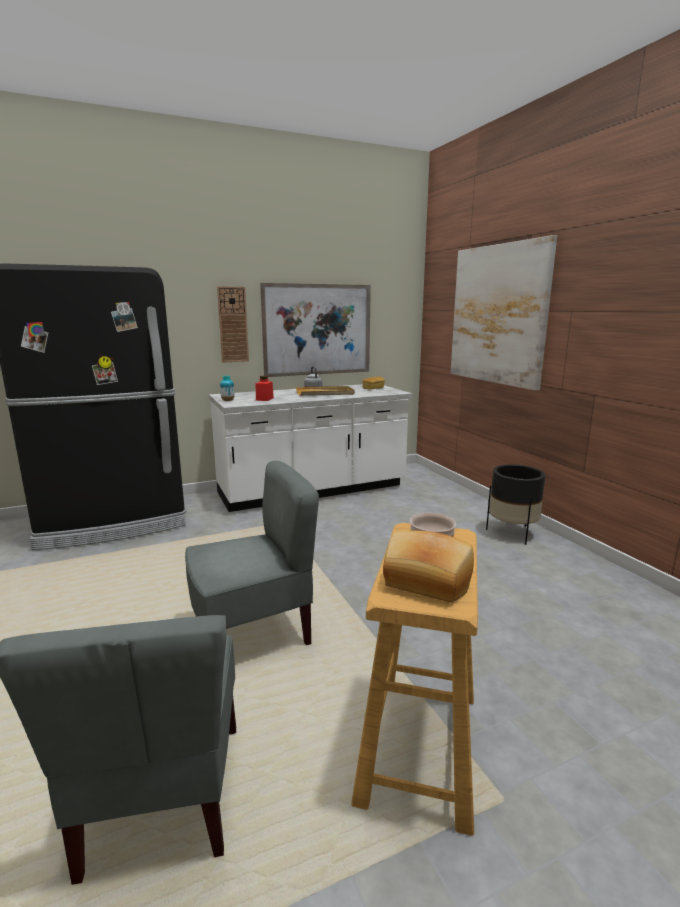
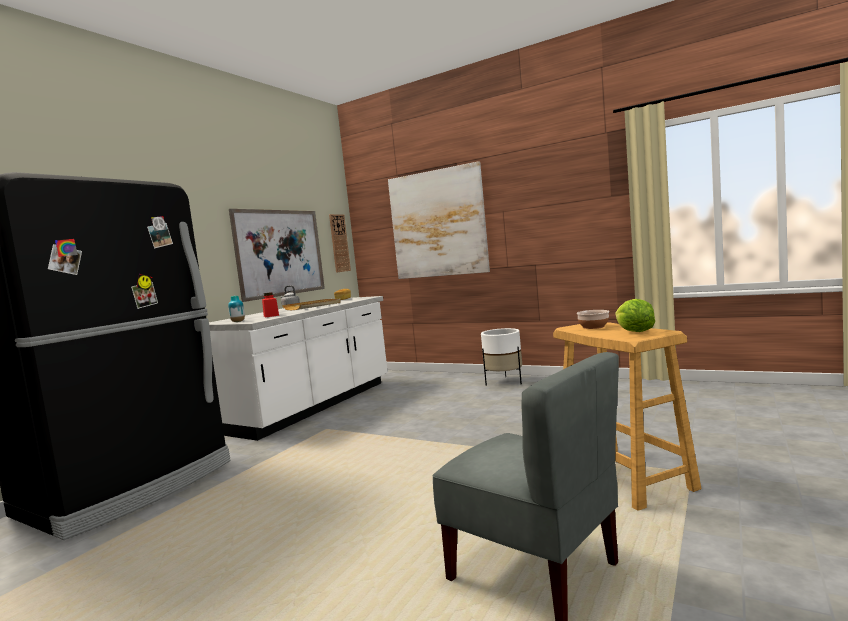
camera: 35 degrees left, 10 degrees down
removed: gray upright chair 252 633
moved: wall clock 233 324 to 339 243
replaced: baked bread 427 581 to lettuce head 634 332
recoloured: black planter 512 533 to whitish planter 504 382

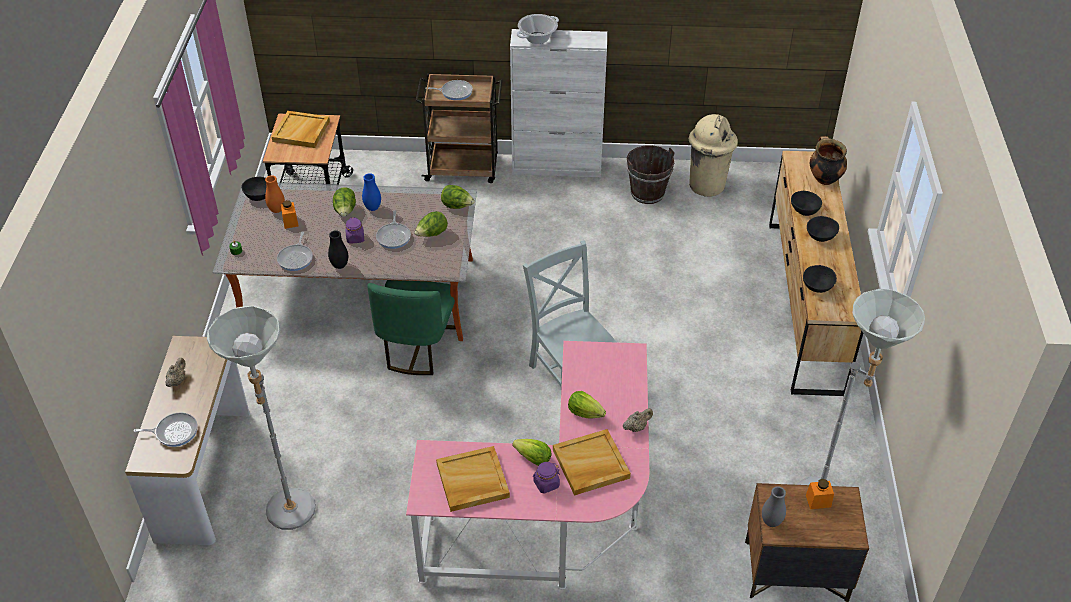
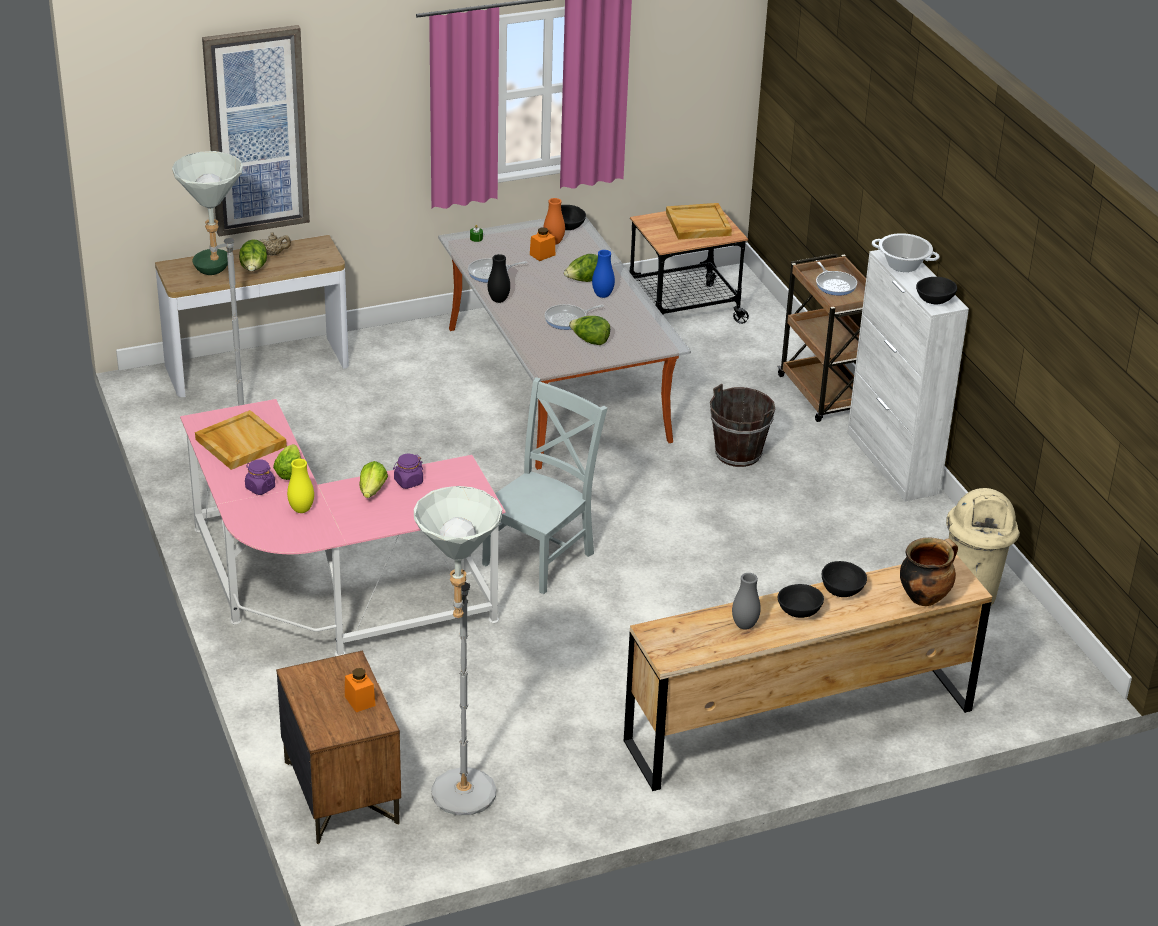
camera: 65 degrees right, 10 degrees down
removed: greenish upright chair 417 347; beige pot for tea 636 427
added: wall art 256 131
moved: brownish pail 647 193 to 738 454; lettuce head 457 206 to 254 269; purple-coloured preserve jar 355 238 to 408 482; black deep dish 817 286 to 935 300; gray vase 771 522 to 744 625
replaced: pan 174 432 to greenish deep dish 212 271; beige carrying tray 590 464 to yellow-coloured vase 301 510

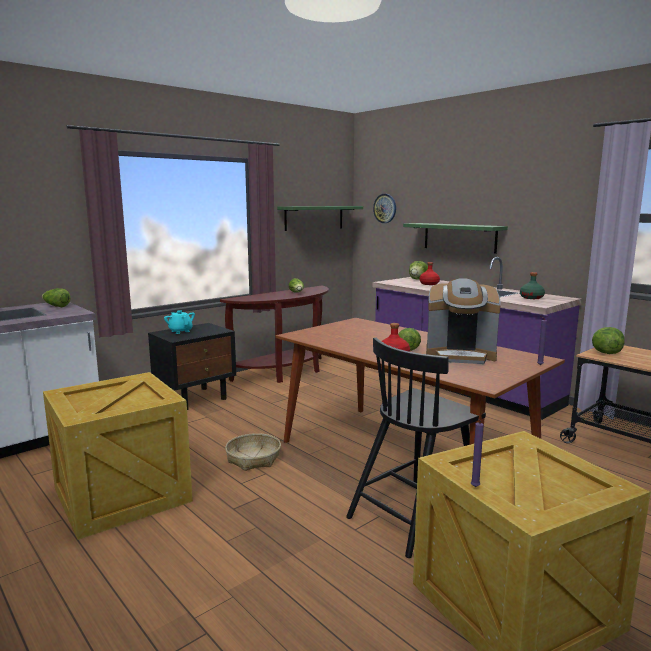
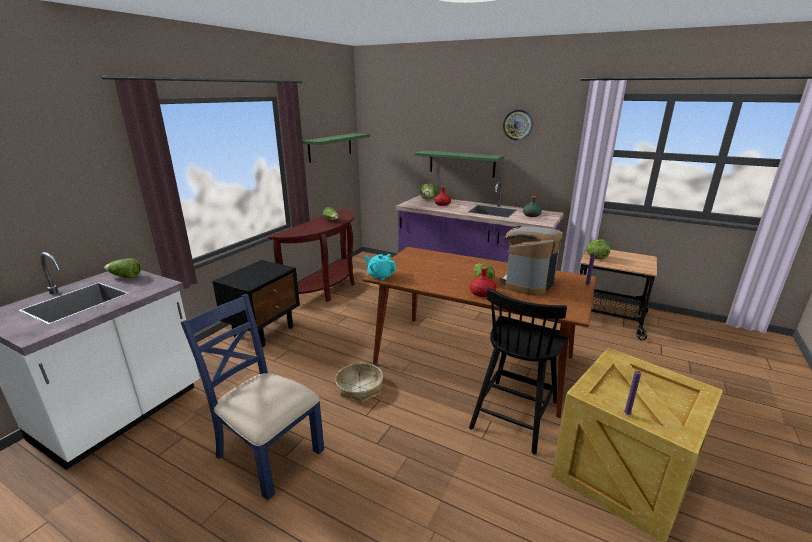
camera: 20 degrees left, 10 degrees up
moved: wall clock 385 208 to 517 125; blue-green pot for tea 180 331 to 380 276
replaced: crate 123 493 to bluish upright chair 268 453
turned: coffee brewer 460 355 = 526 283 135 degrees clockwise

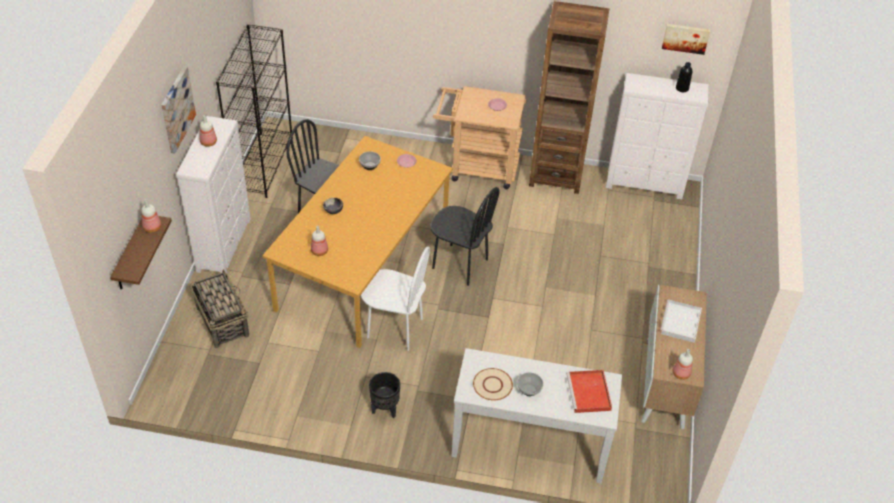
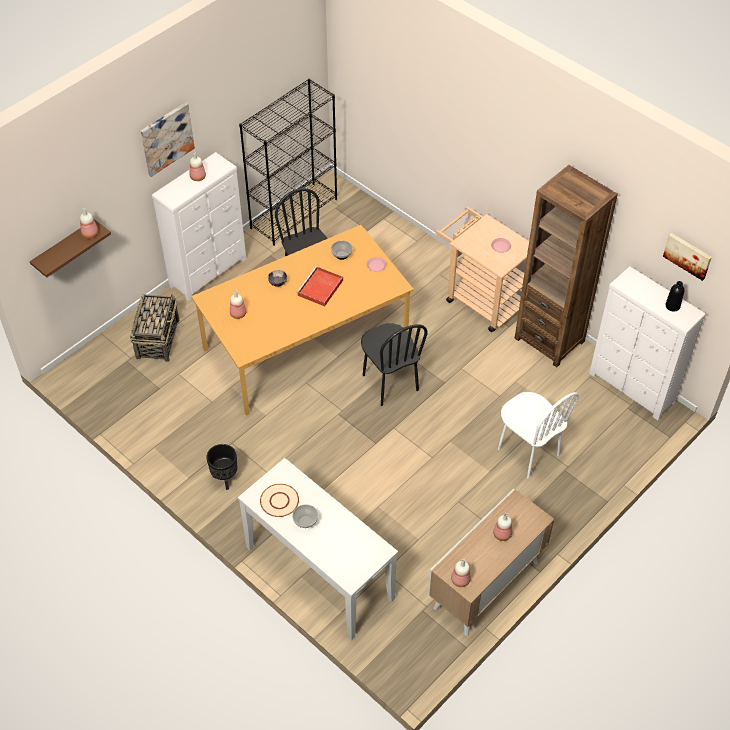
camera: 35 degrees right, 5 degrees up
moved: whitish upright chair 394 328 to 528 452; red carrying tray 589 393 to 320 288
replaced: whitish carrying tray 680 323 to bottle 502 535

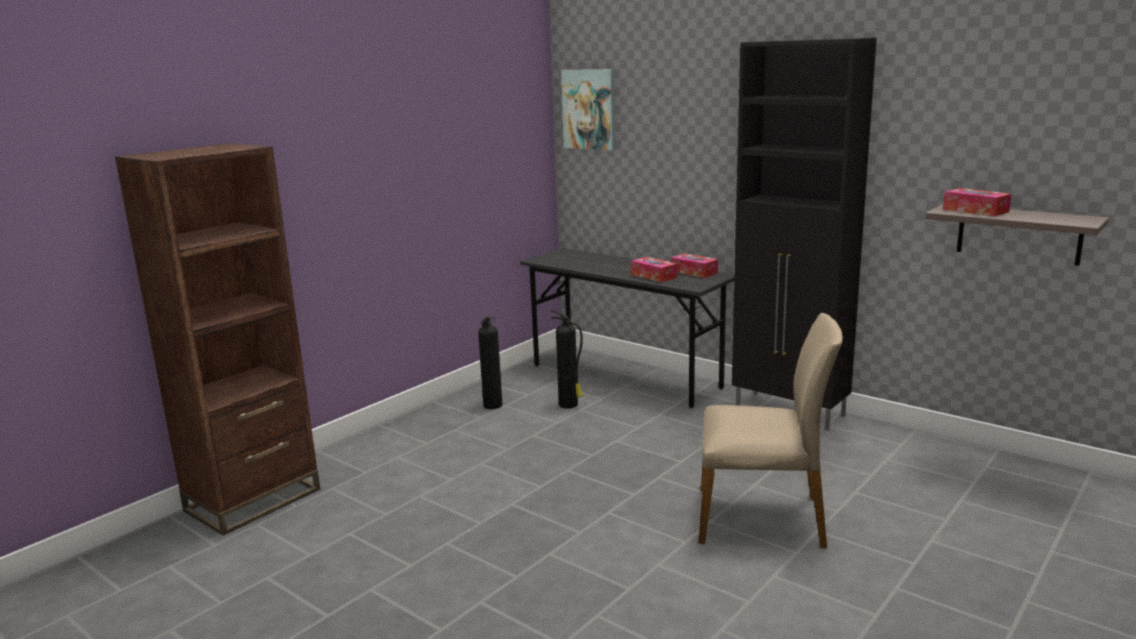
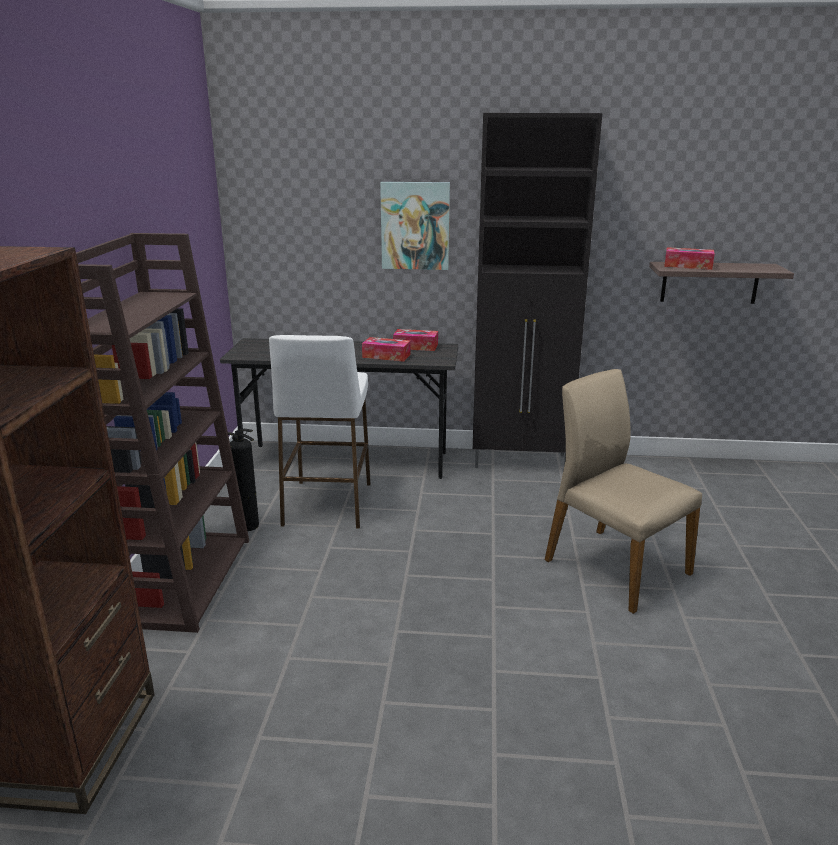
camera: 35 degrees left, 5 degrees up
added: brownish bookcase 184 579
moved: wall art 589 109 to 415 226
replaced: fire extinguisher 569 405 to whitish sitting stool 327 504
turned: beige upright chair 762 518 = 614 566 105 degrees counterclockwise

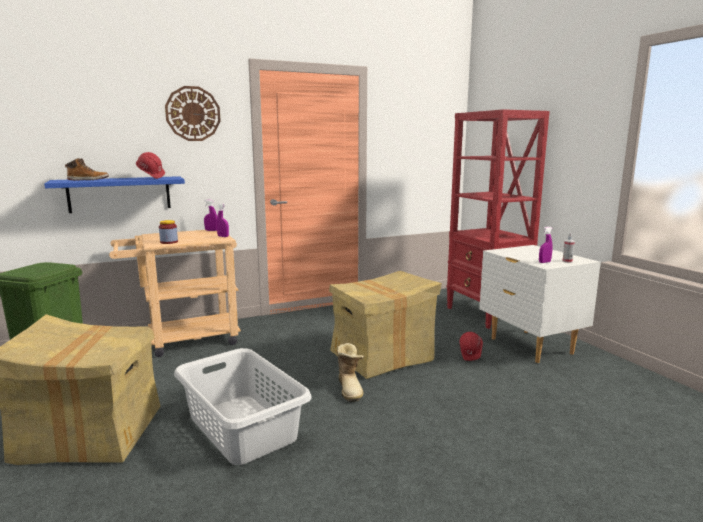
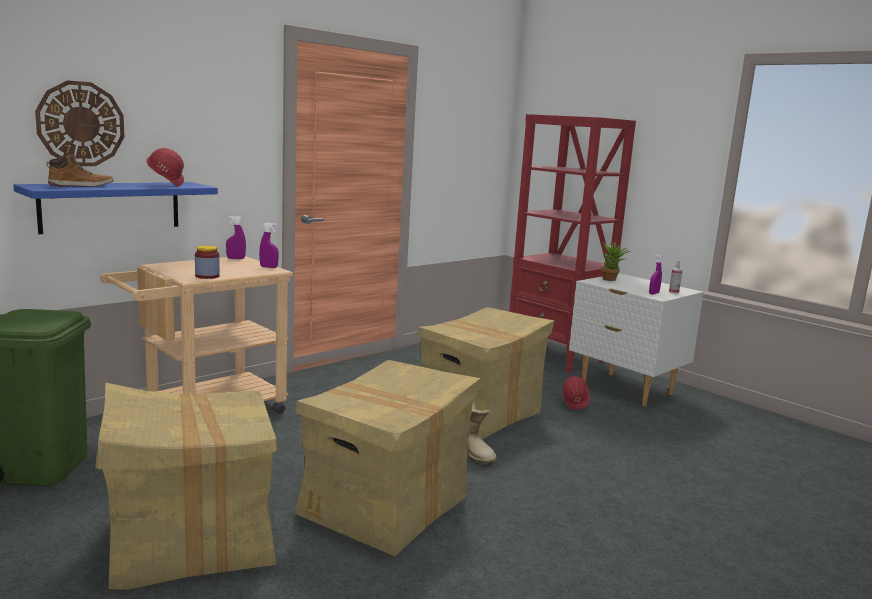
camera: 20 degrees left, 0 degrees up
added: houseplant 611 280
moved: wall clock 193 113 to 81 124
replaced: gray laundry basket 242 426 to packing box 385 507

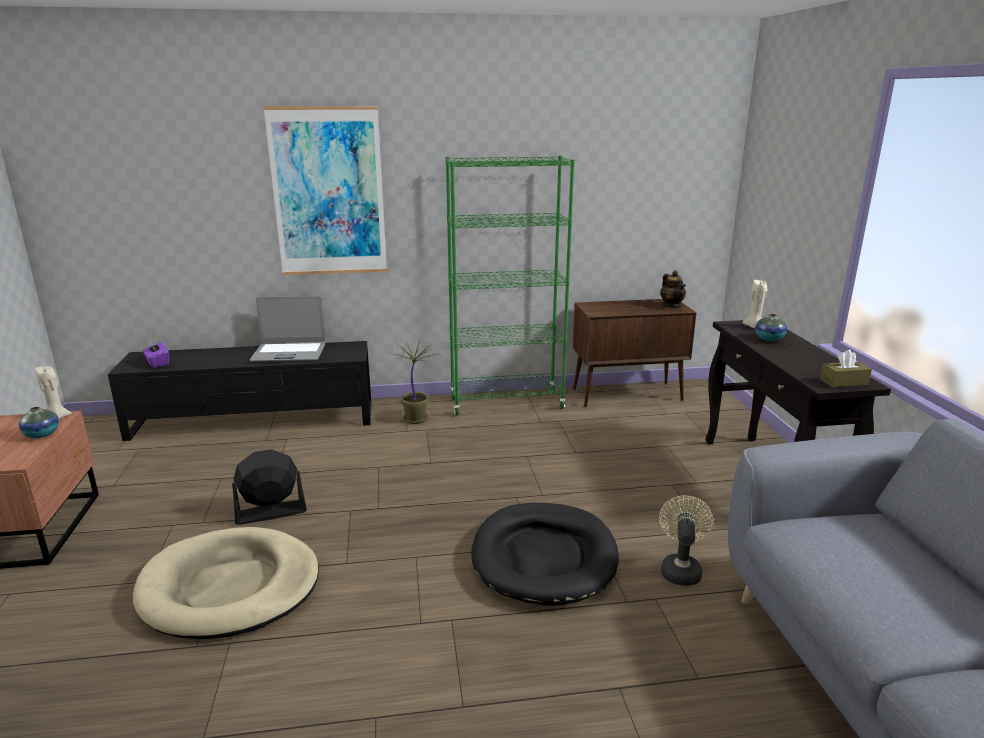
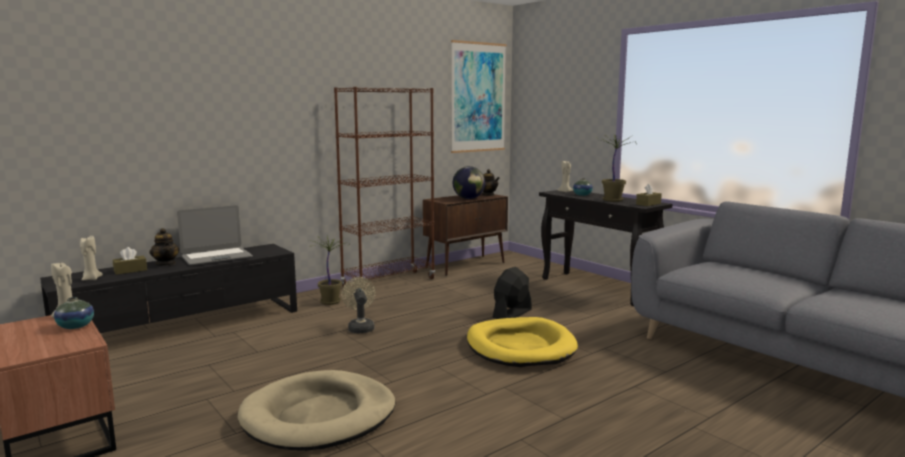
camera: 30 degrees left, 10 degrees down
added: houseplant 613 200; globe 469 198; pot for tea 166 264; brownish tissue box 130 270
moved: wall art 328 192 to 478 97; black electric fan 270 512 to 512 314; beige electric fan 680 569 to 360 327
replaced: purple-coloured tissue box 157 363 to beige candle 91 279
recoloured: greenish bookcase 506 403 to brownish bookcase 389 282; black dog bed 544 557 to yellow-coloured dog bed 520 347

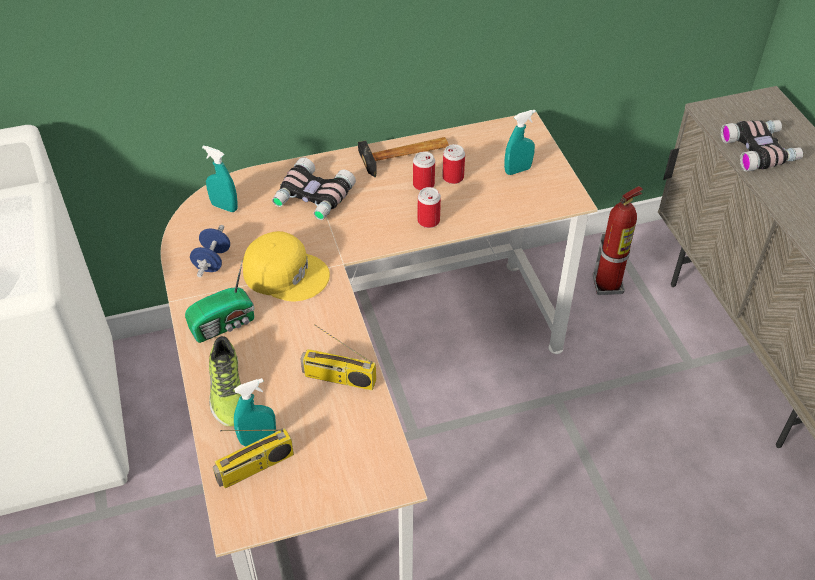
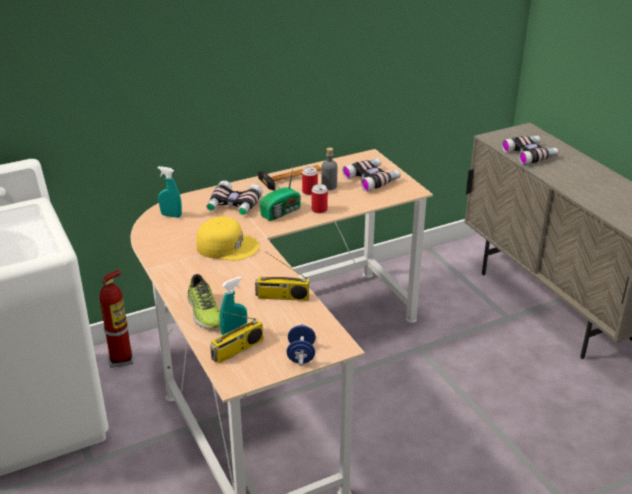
camera: 10 degrees left, 15 degrees down
moved: fire extinguisher 608 285 to 122 359; bluish hand weight 212 261 to 301 355; radio set 225 324 to 282 212
replaced: blue-green hand sprayer 517 170 to field glasses 372 179; sealed can 453 177 to gray bottle 329 186

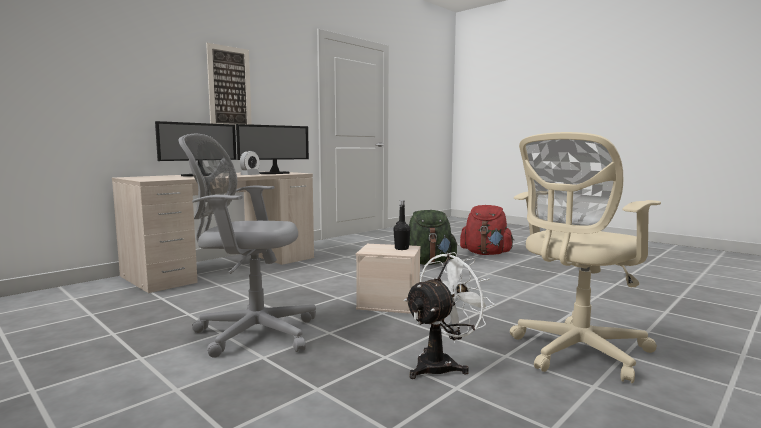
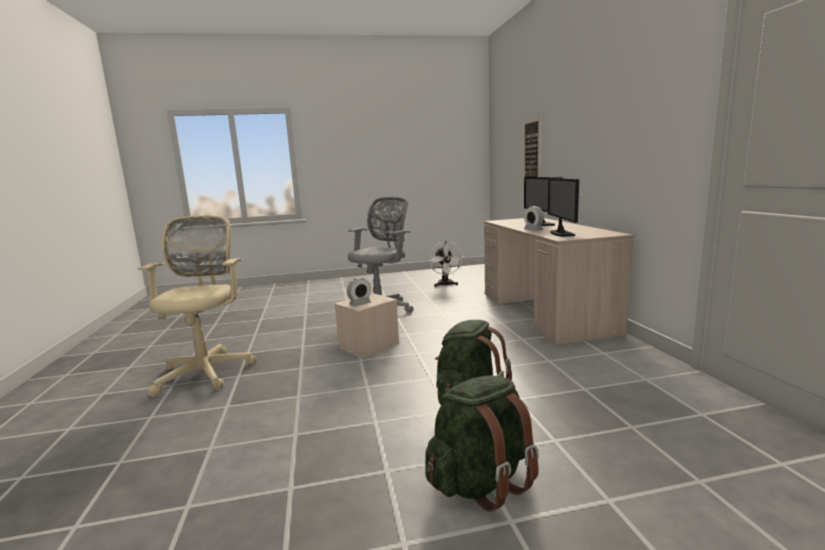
camera: 125 degrees right, 5 degrees up
moved: wall art 229 88 to 531 153; whitish electric fan 442 364 to 446 285
replaced: black bottle 401 248 to table clock 360 304
recoloured: red rucksack 486 254 to greenish rucksack 481 482

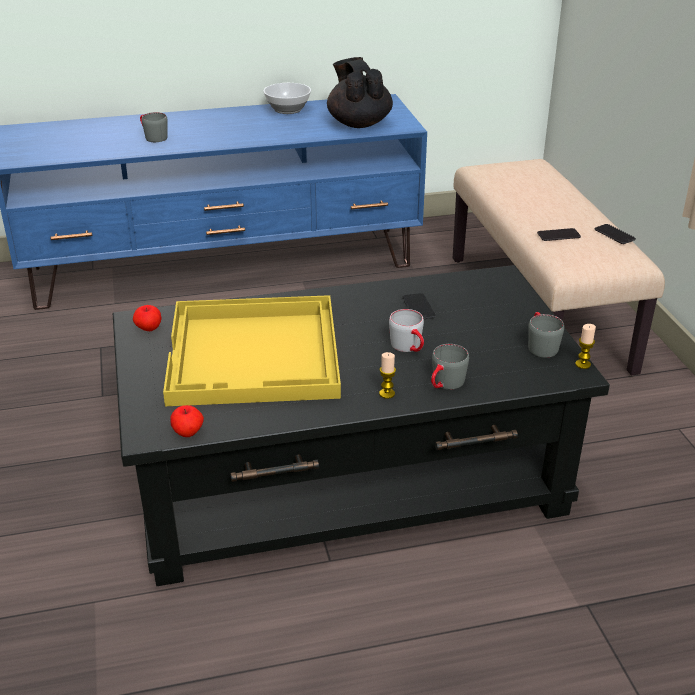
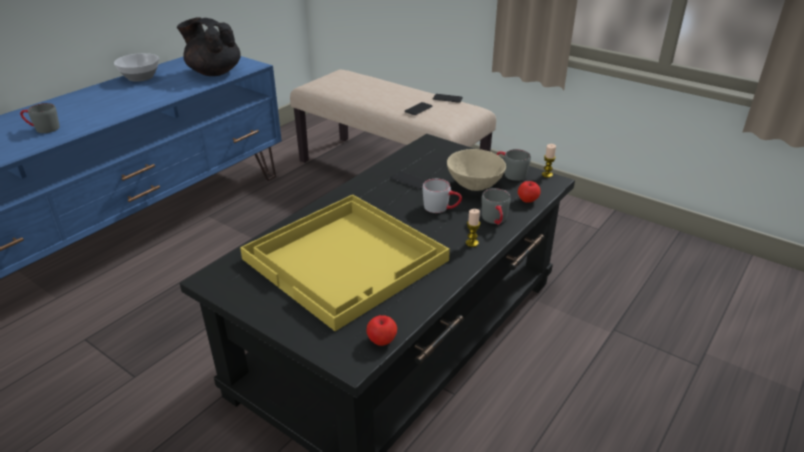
camera: 40 degrees left, 0 degrees up
added: beige deep dish 473 186
moved: apple fruit 148 329 to 527 201

